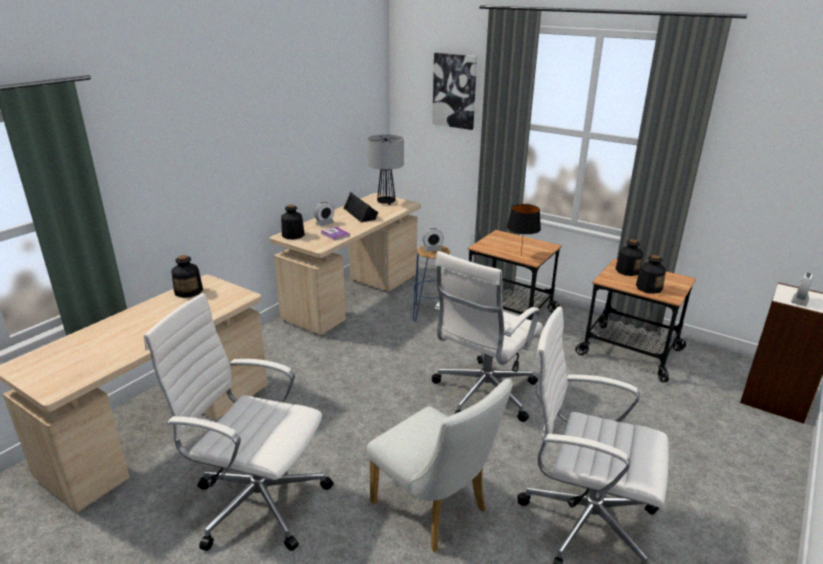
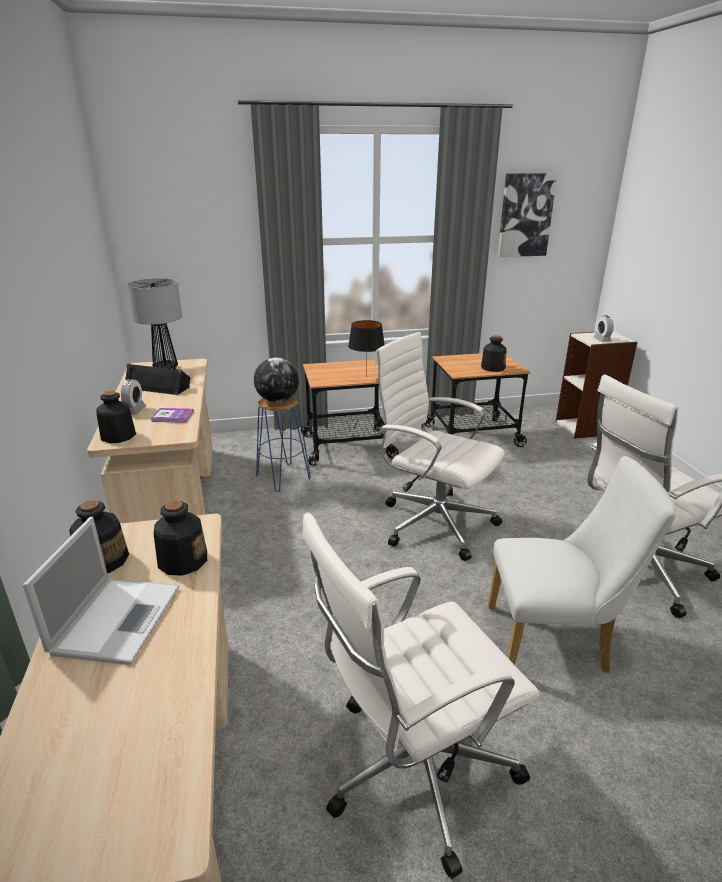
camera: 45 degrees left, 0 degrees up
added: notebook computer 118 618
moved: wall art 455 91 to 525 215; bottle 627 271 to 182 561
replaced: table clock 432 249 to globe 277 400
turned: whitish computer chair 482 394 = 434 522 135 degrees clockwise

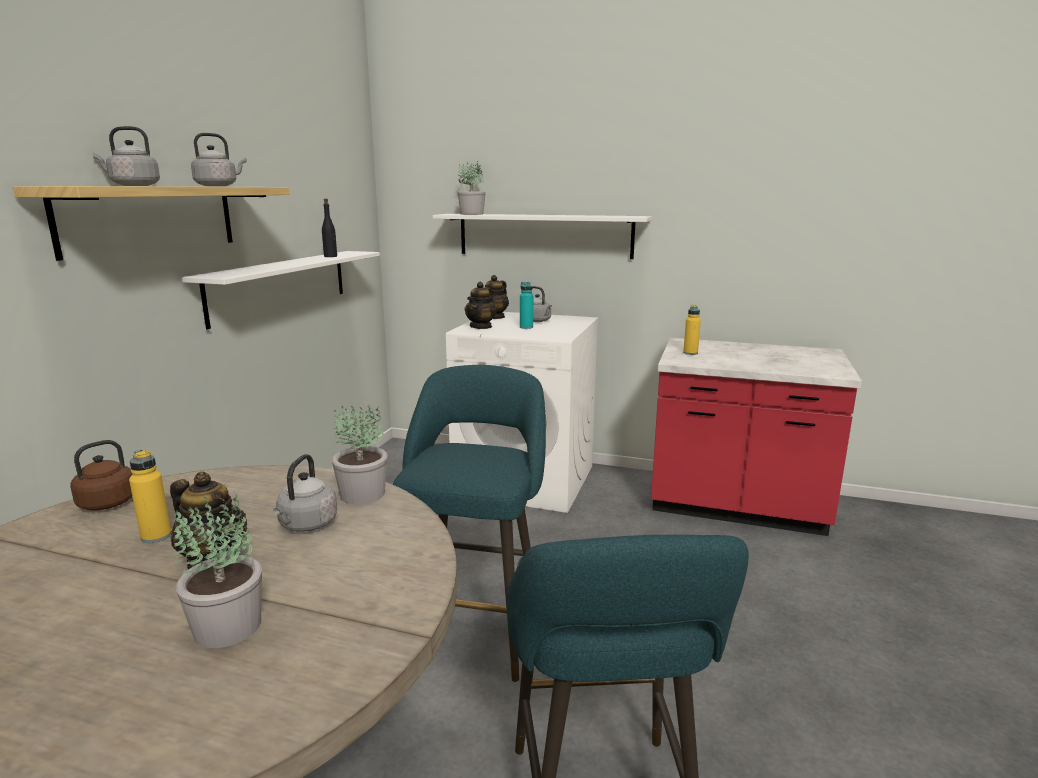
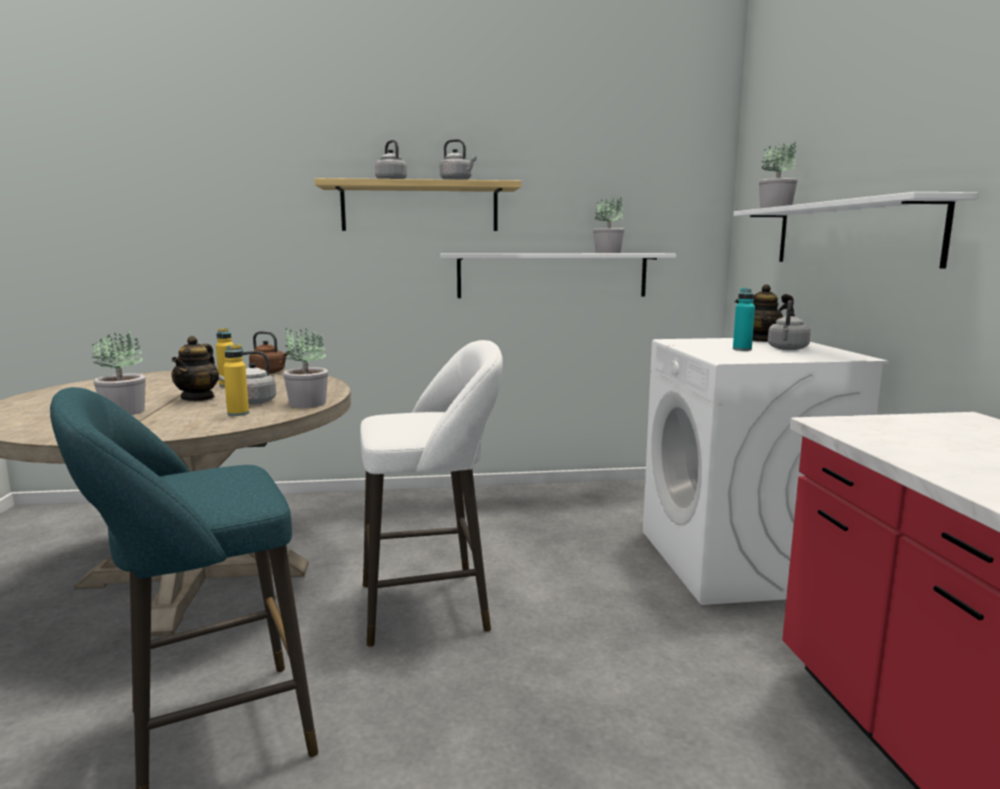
camera: 65 degrees right, 5 degrees down
removed: pot for tea 481 326
moved: yellow-coloured bottle 690 353 to 238 413
replaced: black bottle 330 256 to houseplant 608 253
recoloured: blue-green sitting stool 475 627 to whitish sitting stool 432 605

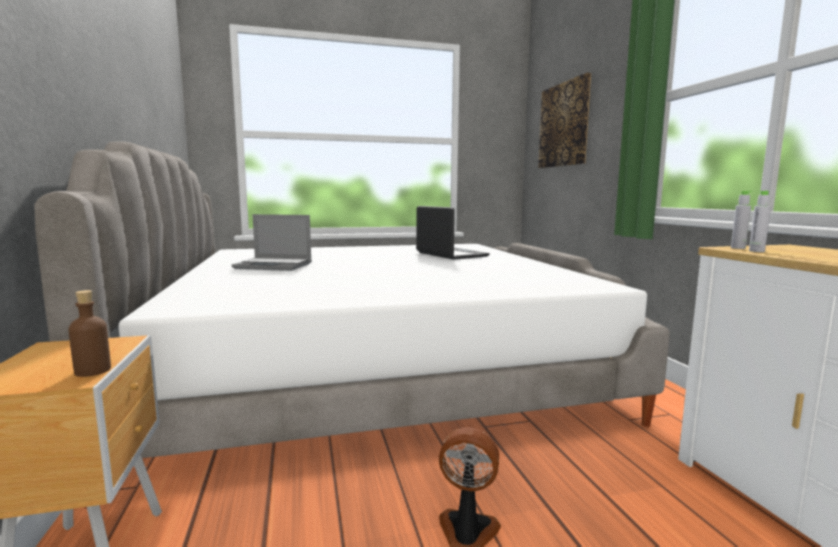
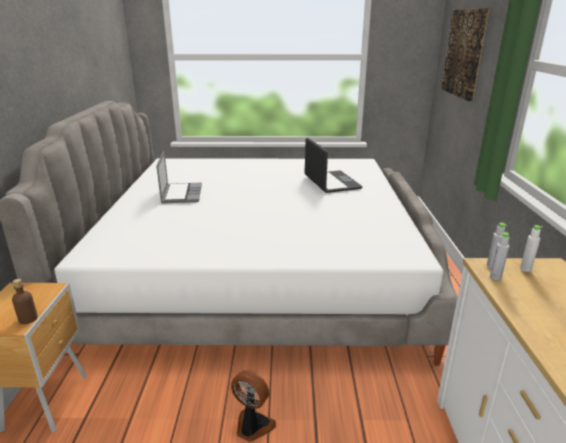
camera: 15 degrees right, 15 degrees up
added: whitish bottle 525 269
turned: notebook computer 275 266 = 181 194 120 degrees counterclockwise

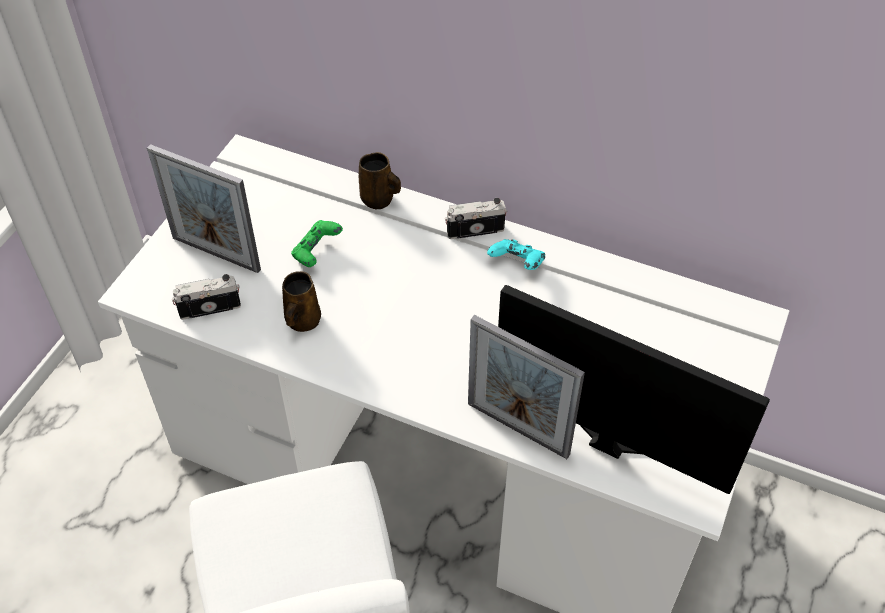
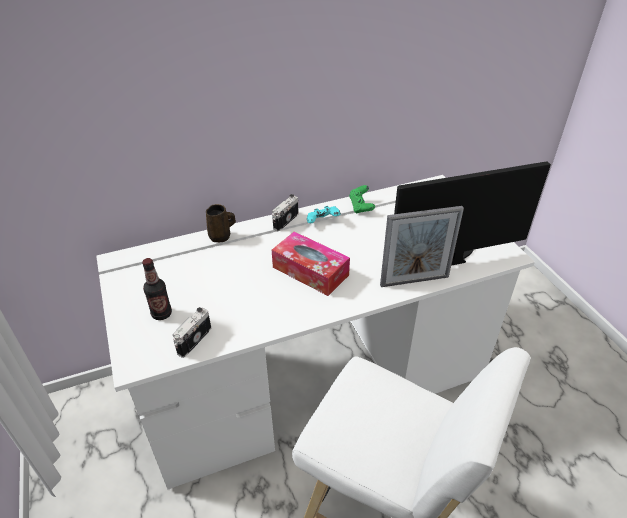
camera: 45 degrees left, 10 degrees down
removed: brownish coffee mug 302 321
added: tissue box 310 271
moved: greenish game controller 317 253 to 361 207
replaced: standing frame 216 254 to bottle 162 314

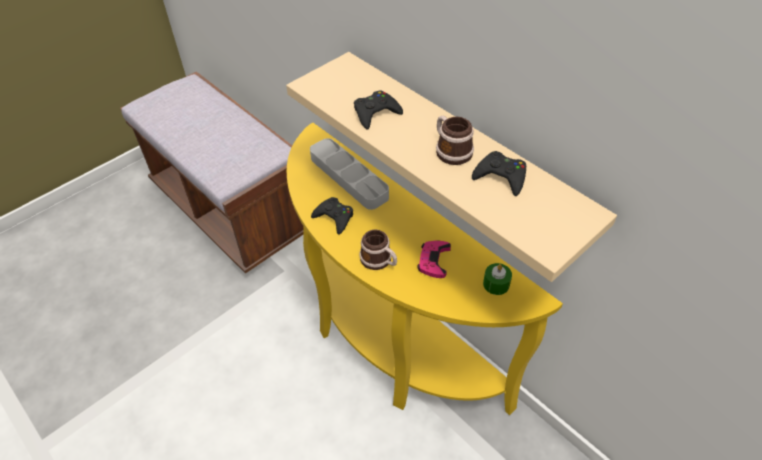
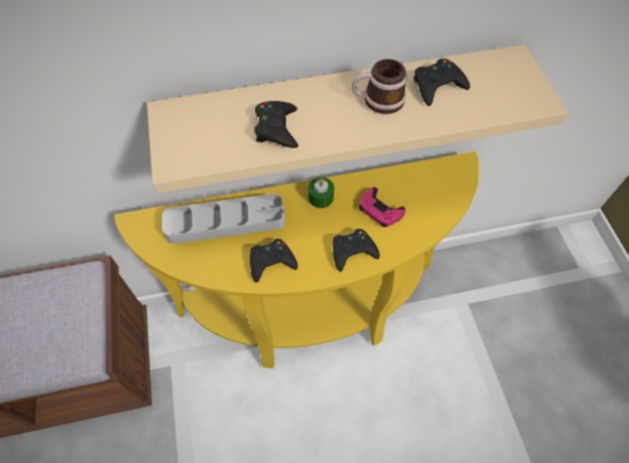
camera: 60 degrees left, 10 degrees up
moved: greenish candle 496 284 to 320 197
replaced: coffee mug 379 261 to black game controller 352 251

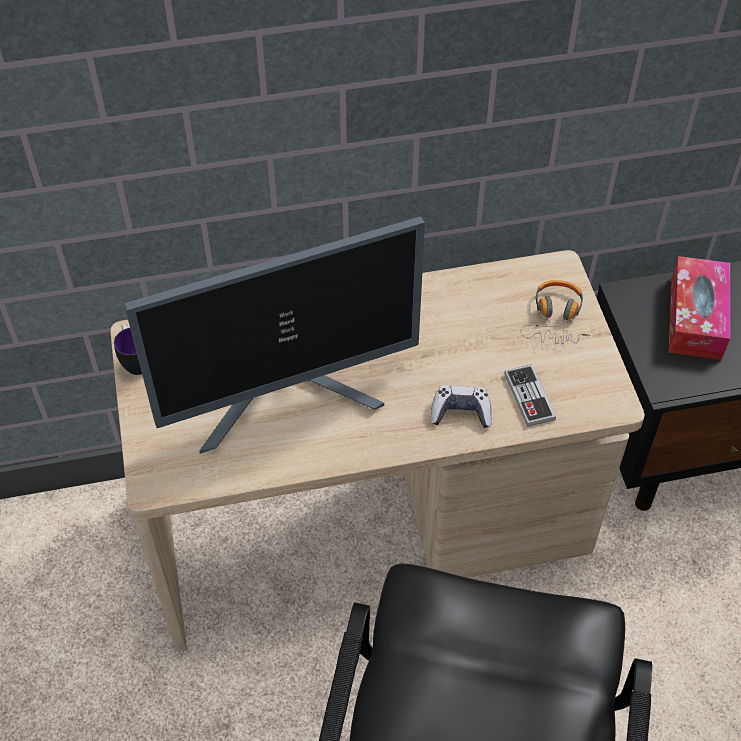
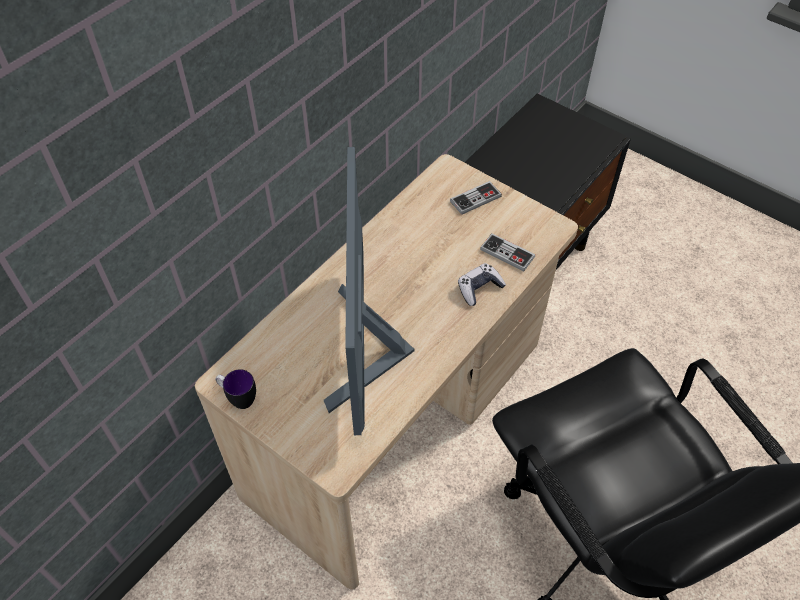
camera: 40 degrees left, 0 degrees up
removed: tissue box 695 317
replaced: headphones 556 319 to game controller 475 199
turned: computer screen 288 397 = 366 351 150 degrees clockwise

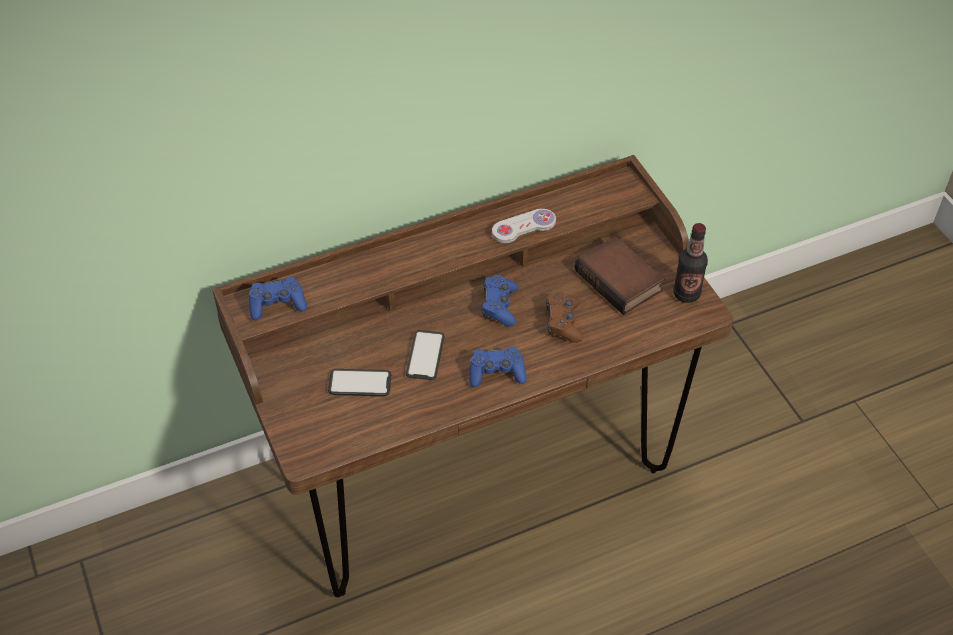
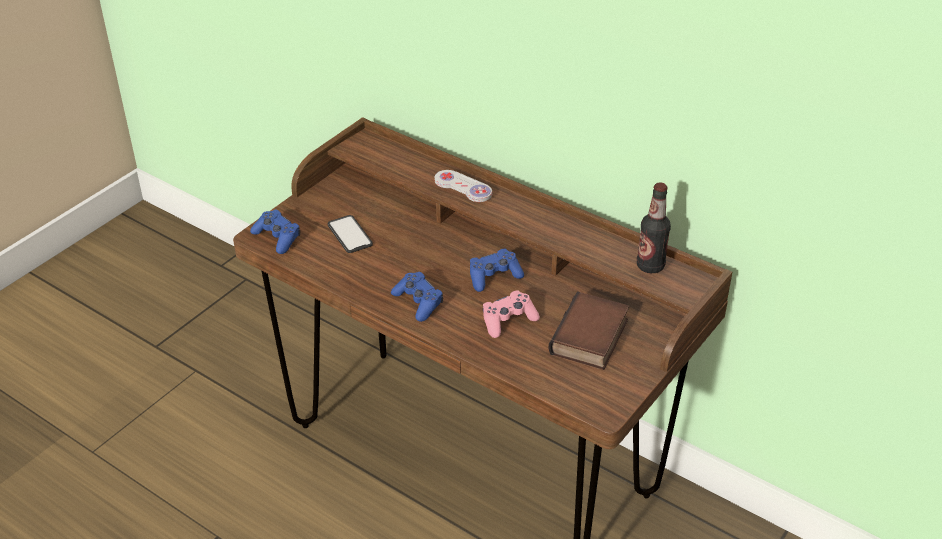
camera: 60 degrees right, 10 degrees down
removed: phone 425 355
moved: whitish game controller 523 227 to 463 187; bottle 686 294 to 650 266; bluish game controller 277 304 to 277 238
recoloured: brownish game controller 563 322 to pinkish game controller 508 320

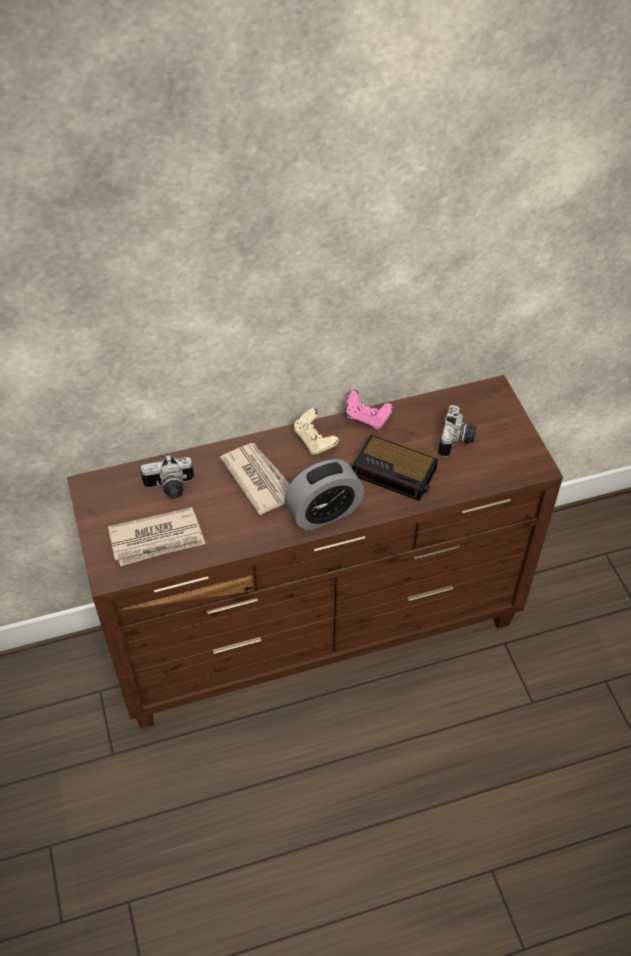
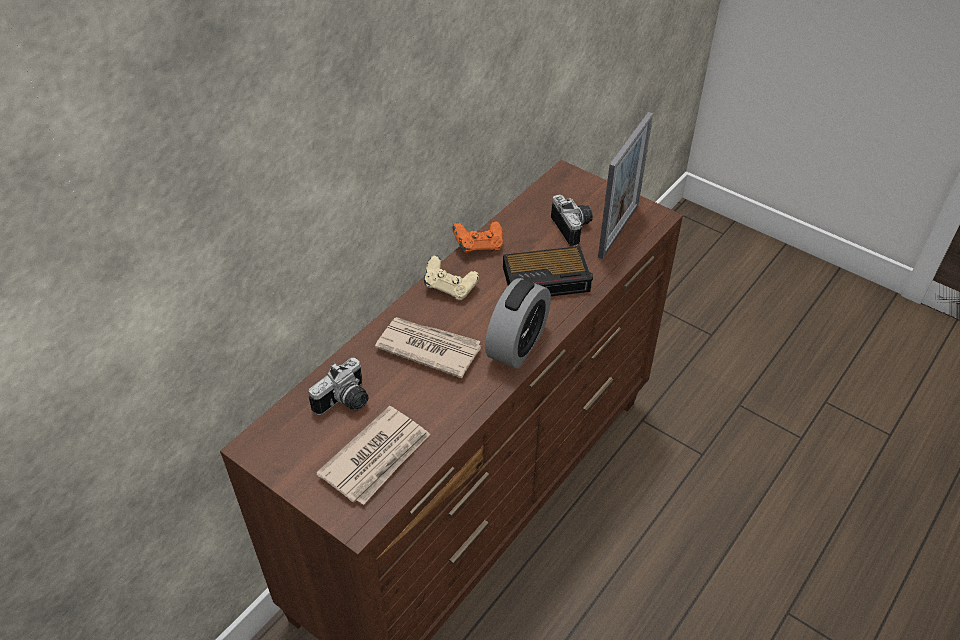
camera: 35 degrees left, 5 degrees down
added: standing frame 618 230
recoloured: pinkish game controller 366 418 to orangey game controller 479 247

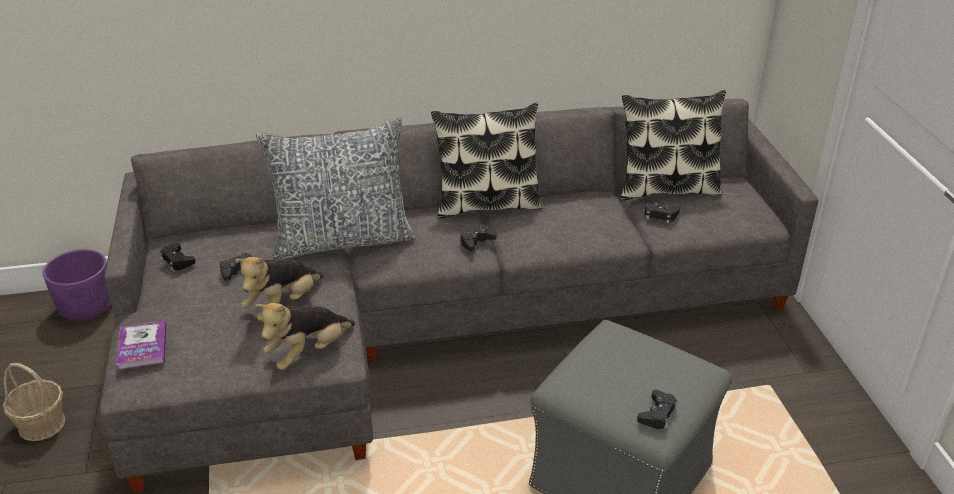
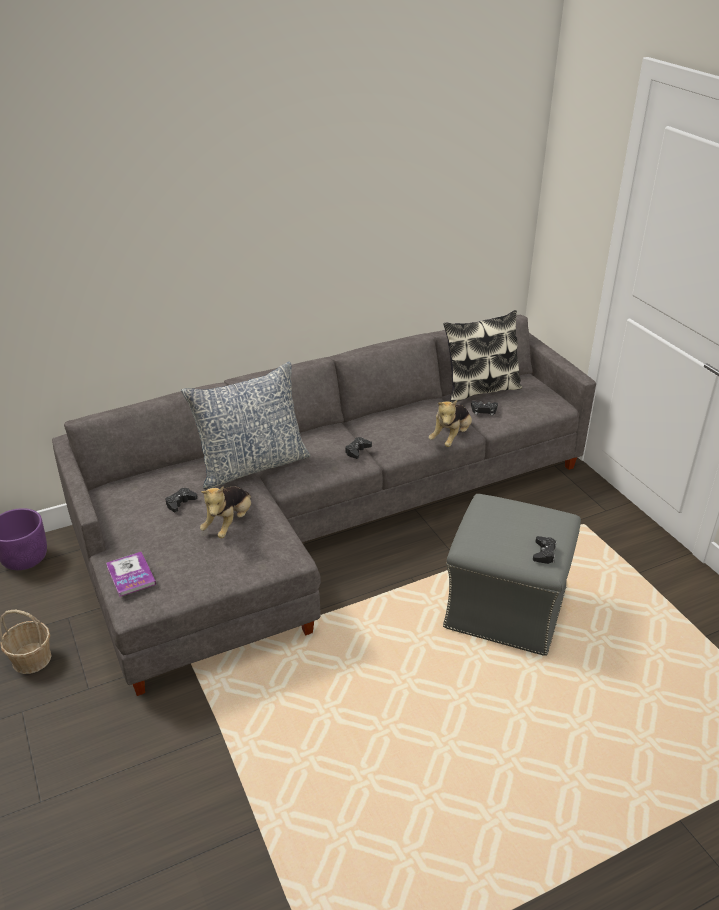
camera: 15 degrees left, 0 degrees up
removed: cushion 487 204; black game controller 177 261
moved: plush toy 308 352 to 451 437

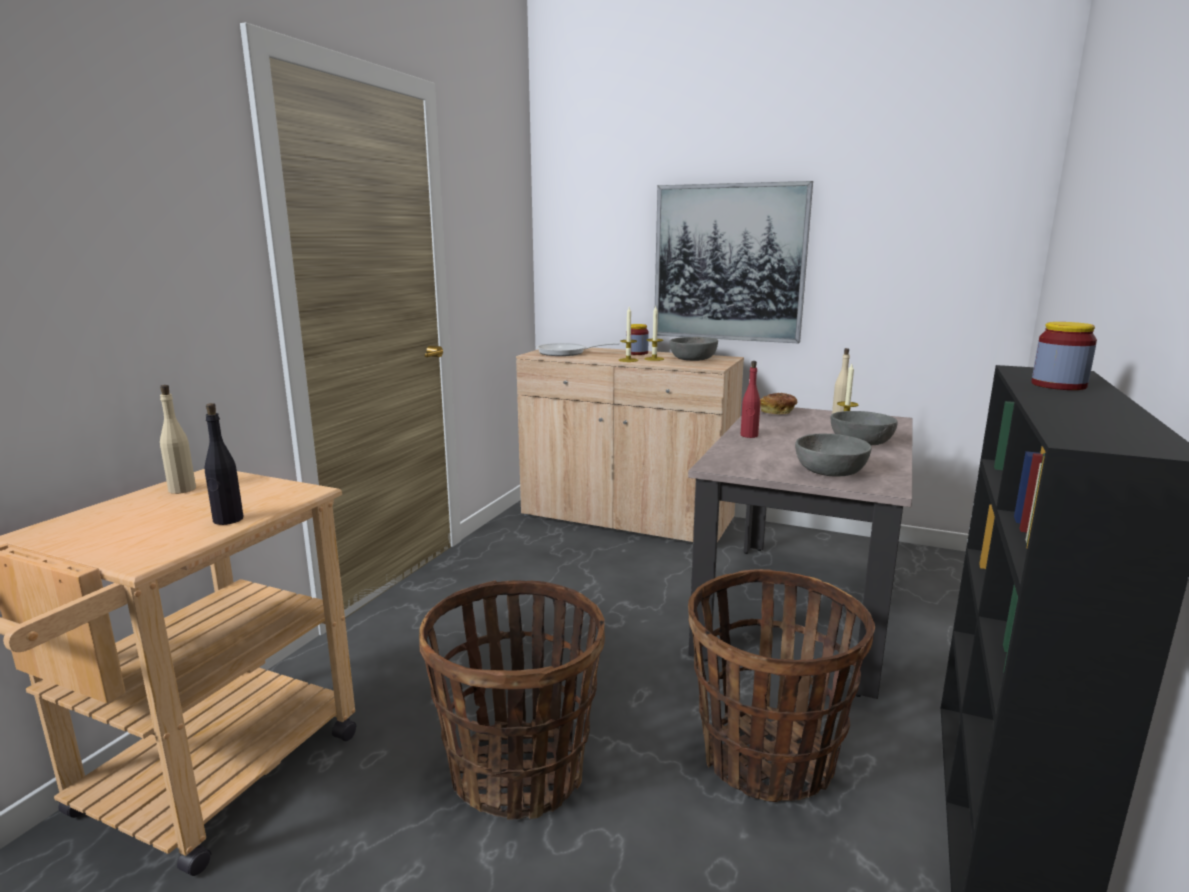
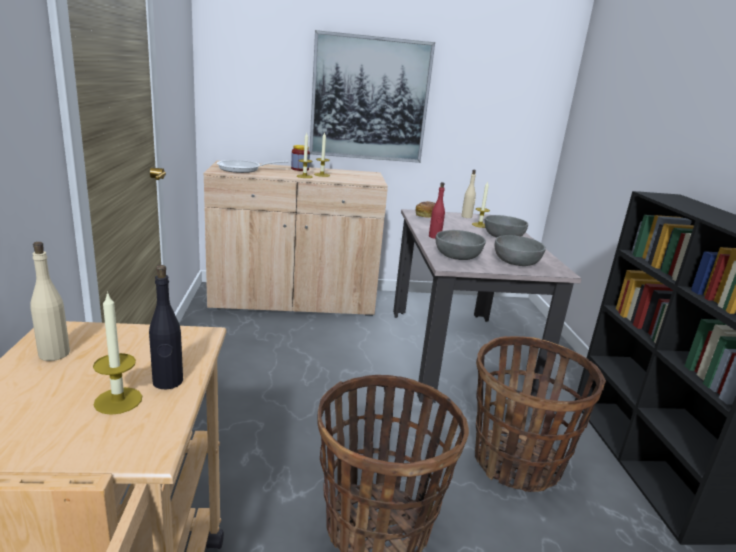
camera: 30 degrees left, 5 degrees up
removed: preserve jar 1058 385
added: candle 118 400
moved: gray deep dish 693 359 to 457 256

